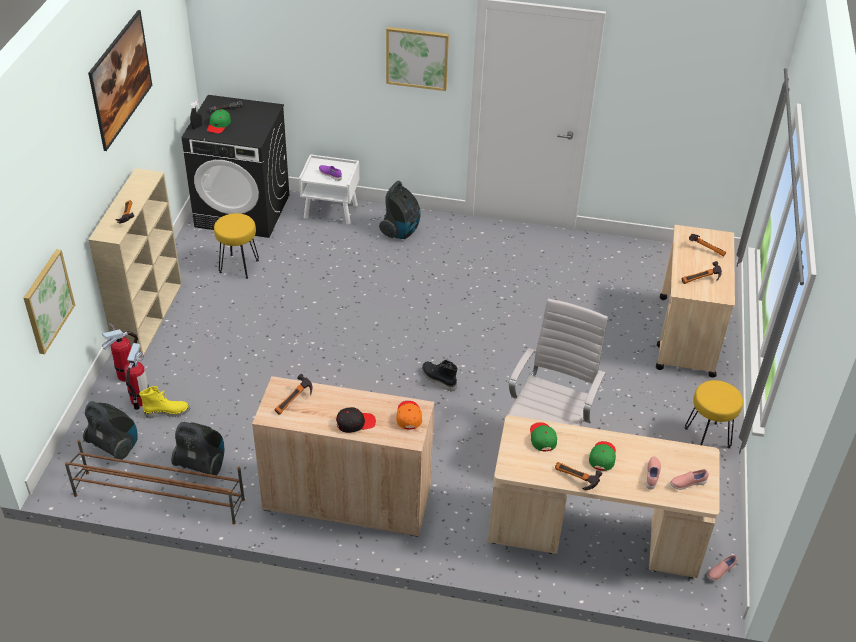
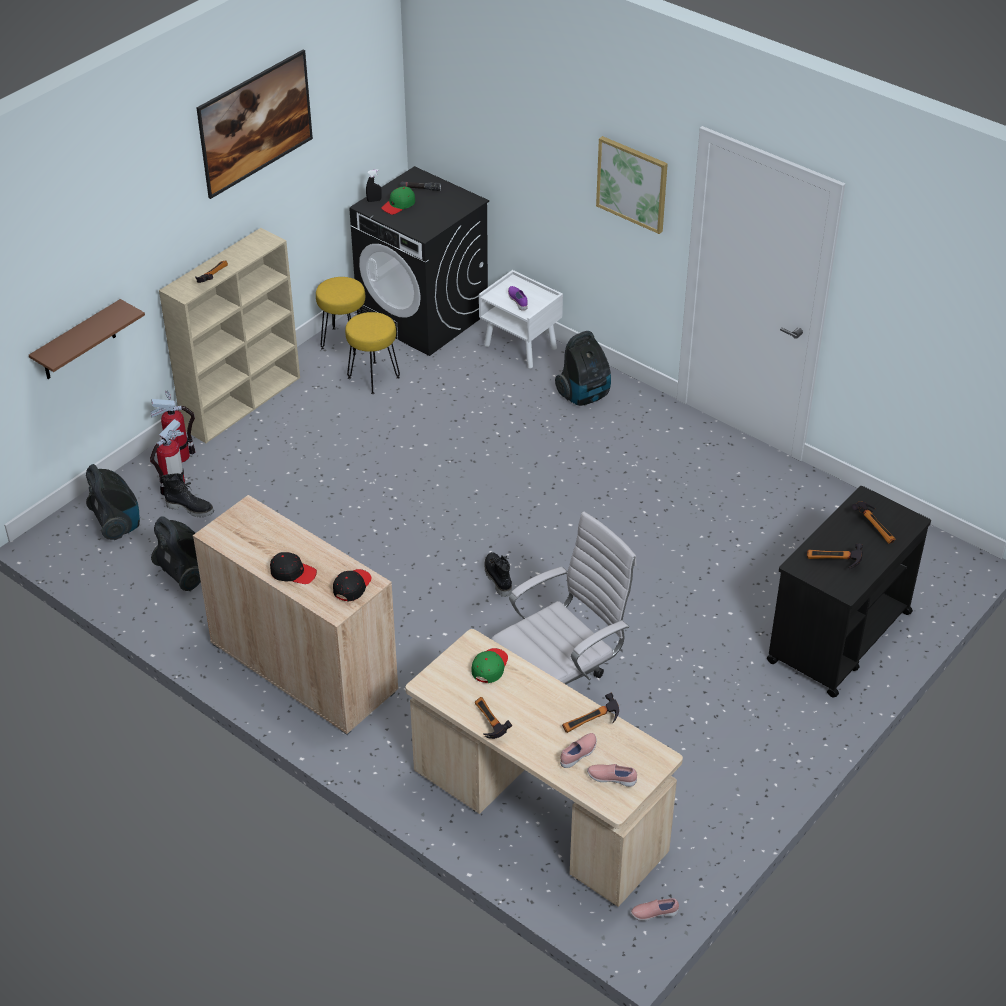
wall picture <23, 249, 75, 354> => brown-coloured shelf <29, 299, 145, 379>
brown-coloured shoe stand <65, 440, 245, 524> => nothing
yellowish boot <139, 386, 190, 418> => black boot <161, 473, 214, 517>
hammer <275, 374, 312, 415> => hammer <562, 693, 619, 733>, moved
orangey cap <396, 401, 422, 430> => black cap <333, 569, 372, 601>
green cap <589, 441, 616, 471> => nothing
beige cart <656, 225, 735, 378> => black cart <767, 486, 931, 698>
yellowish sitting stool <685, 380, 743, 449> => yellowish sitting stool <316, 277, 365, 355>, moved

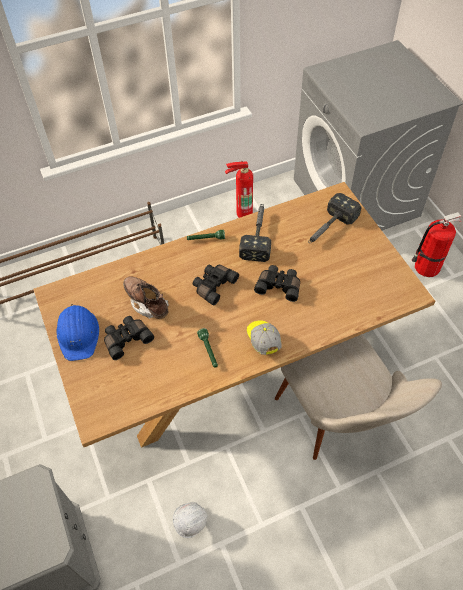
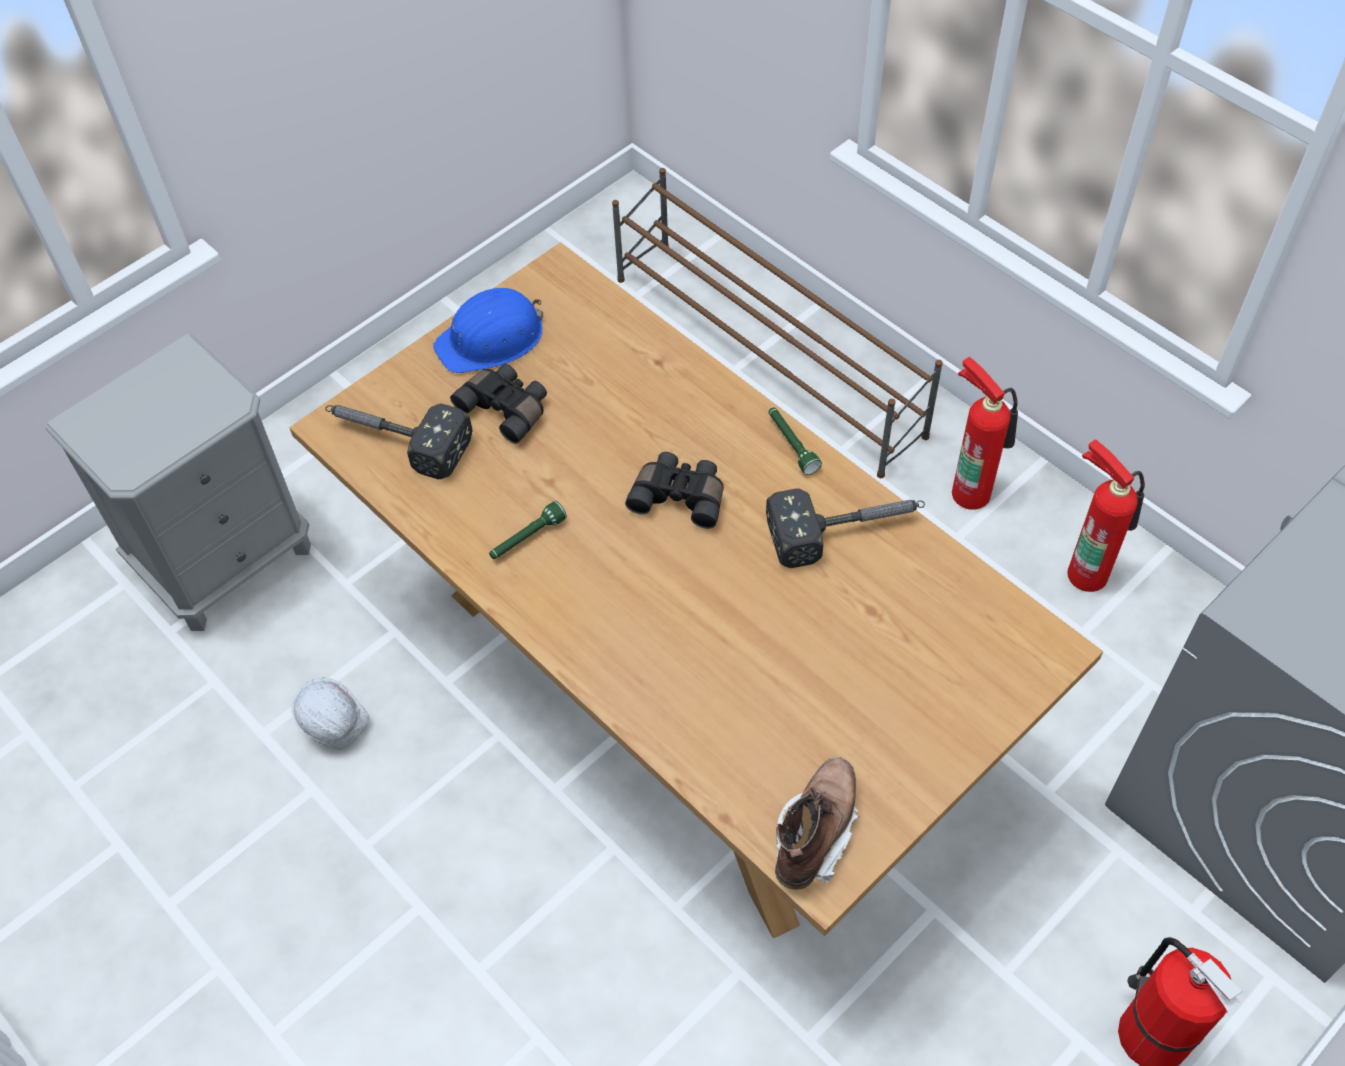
brown-coloured boot <123, 276, 169, 319> => brown-coloured boot <775, 757, 859, 890>, moved
cap <247, 320, 282, 355> => nothing
black field glasses <254, 265, 300, 302> => nothing
beige chair <275, 334, 442, 460> => nothing
hammer <308, 193, 361, 243> => hammer <325, 404, 473, 479>, moved
nothing => fire extinguisher <952, 357, 1018, 510>

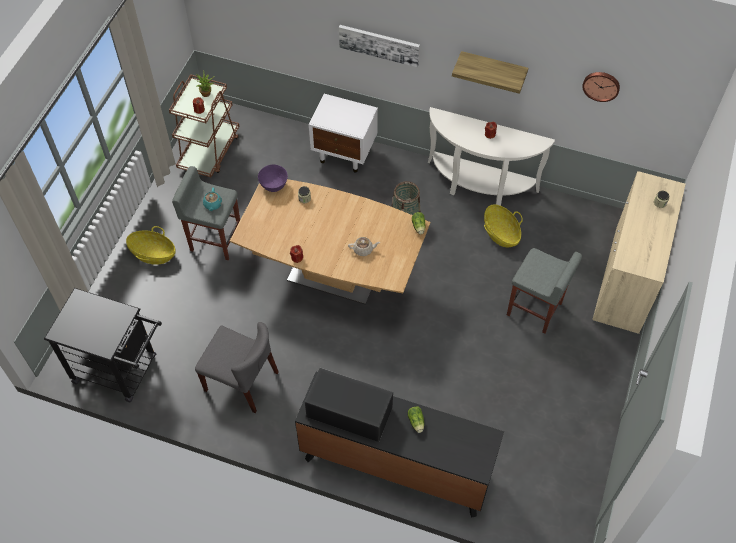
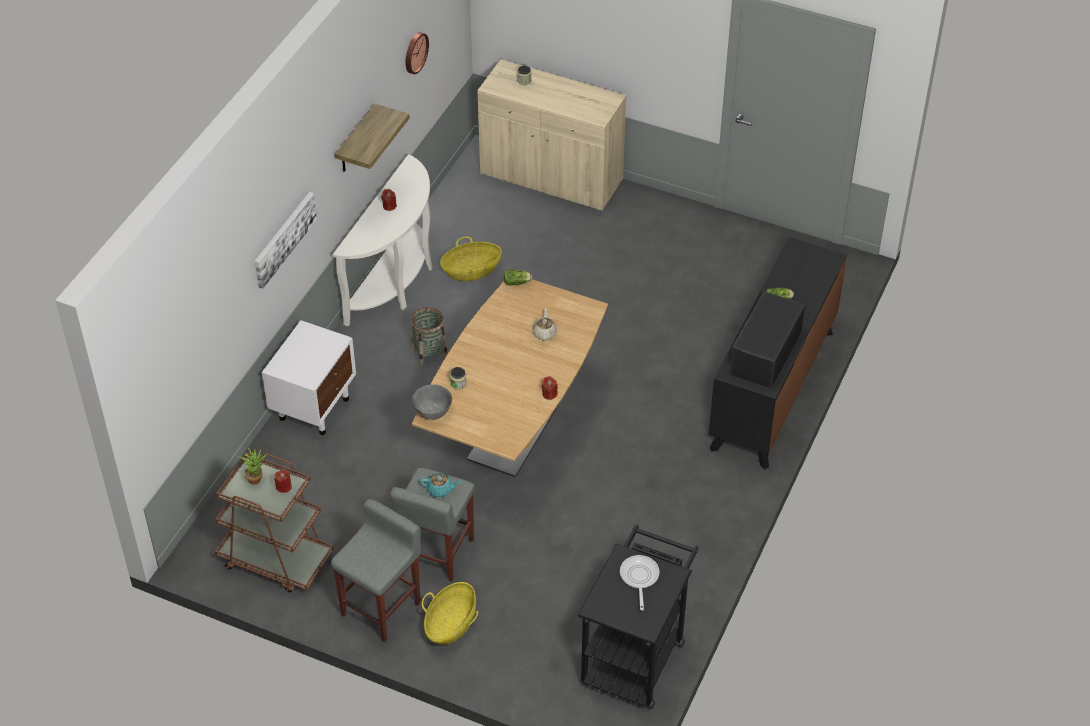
greyish chair <195, 322, 278, 413> => nothing
purplish serving bowl <258, 164, 288, 192> => greyish serving bowl <412, 384, 452, 420>
greyish sitting stool <507, 248, 582, 333> => greyish sitting stool <331, 499, 421, 642>, moved
nothing => skillet <620, 555, 660, 610>

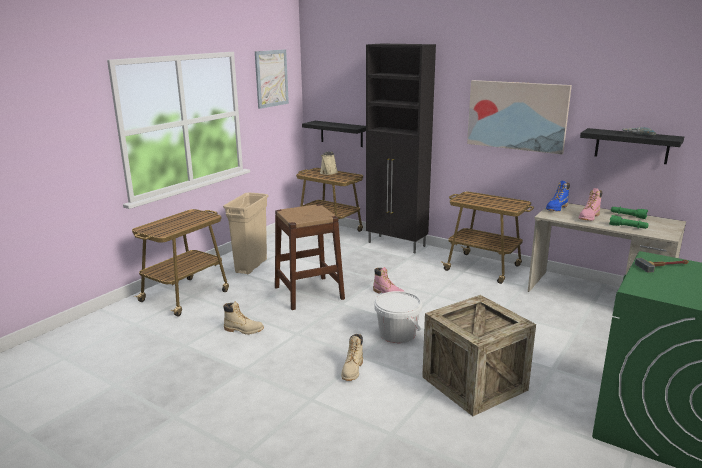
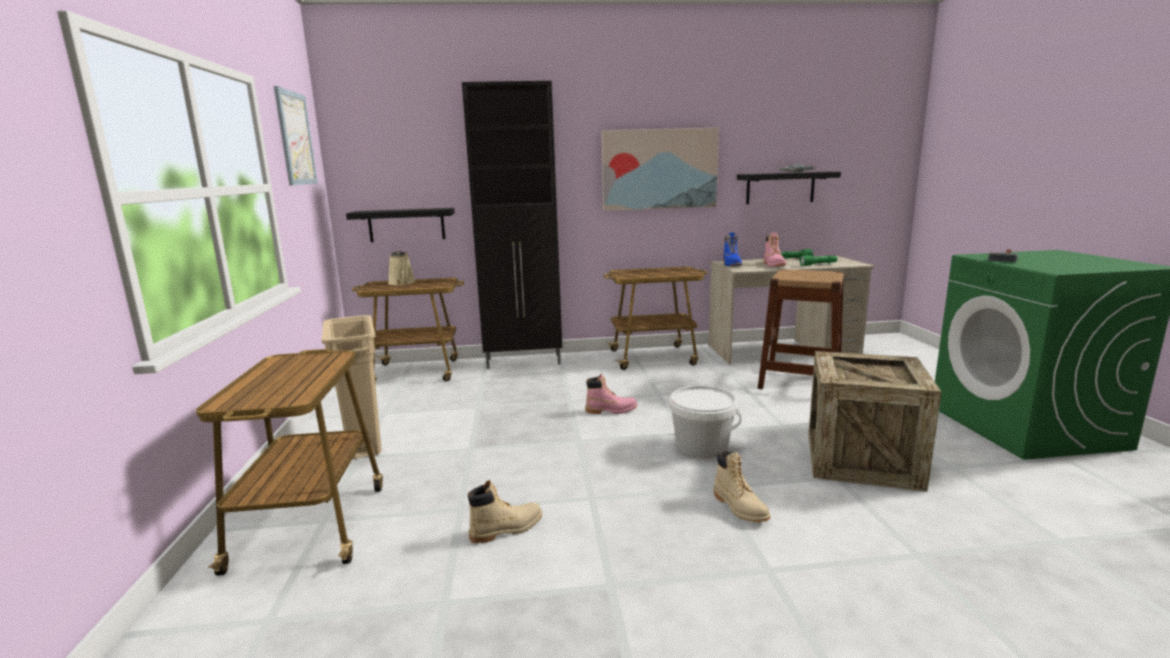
brown-coloured sitting stool <275, 204, 345, 310> => brown-coloured sitting stool <758, 269, 844, 389>, moved

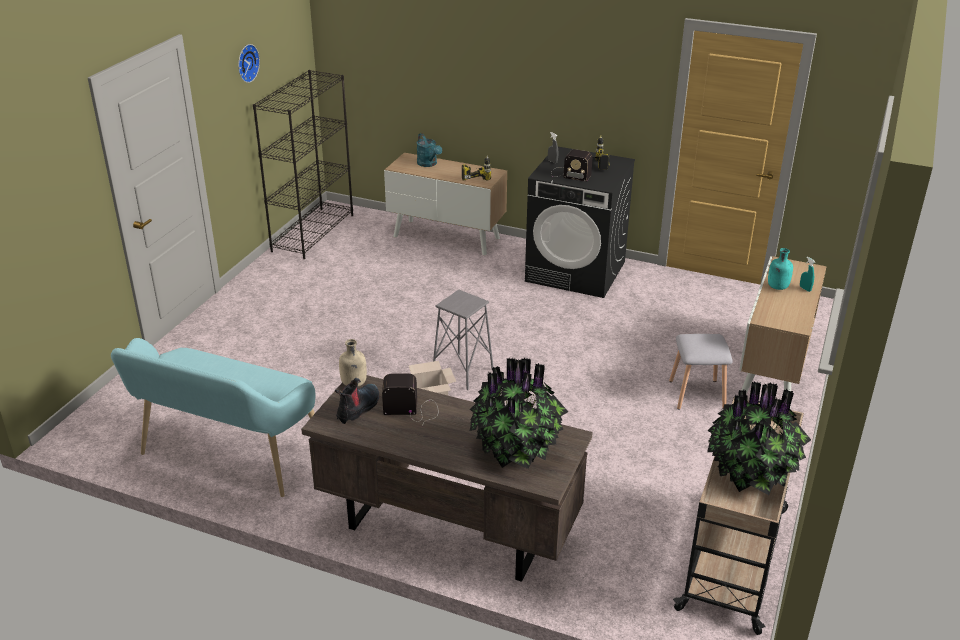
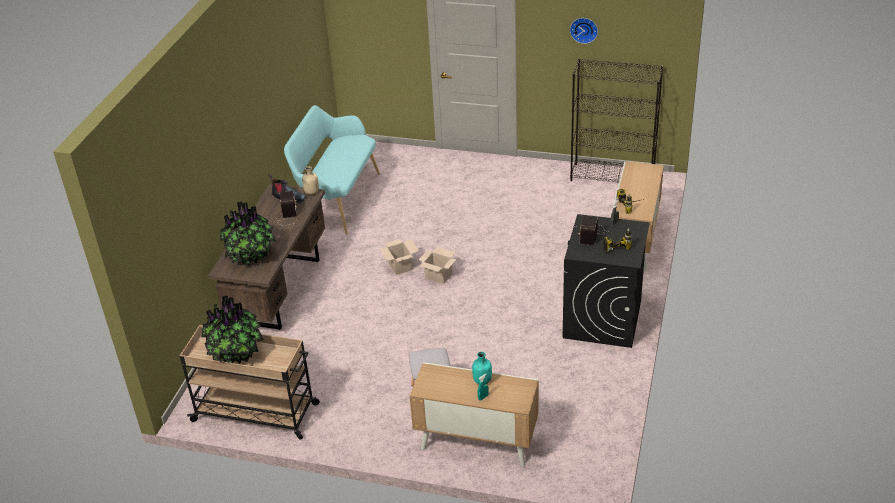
turquoise watering pot <416, 133, 442, 167> => nothing
greyish sitting stool <433, 290, 494, 390> => packing box <419, 247, 456, 284>

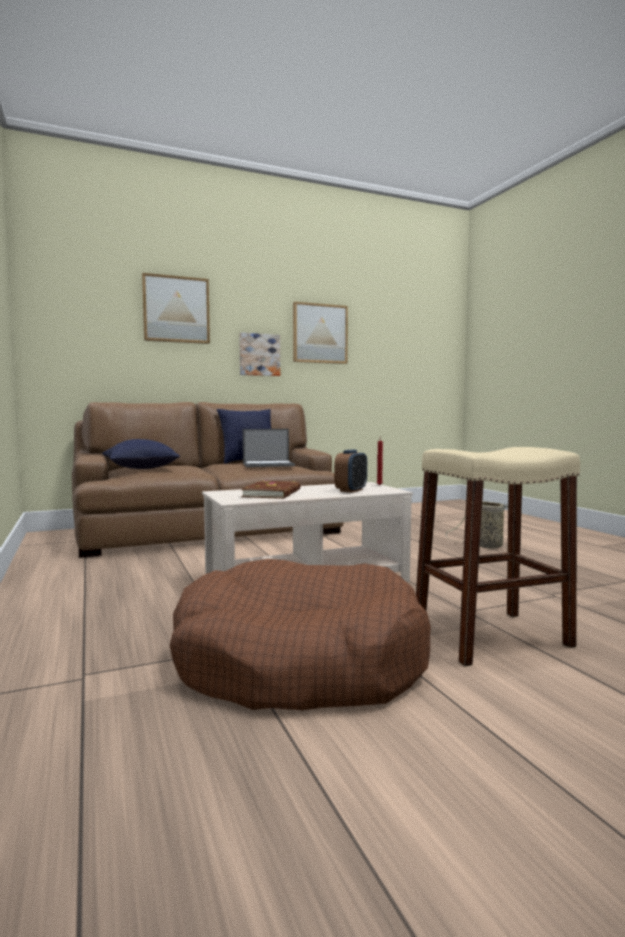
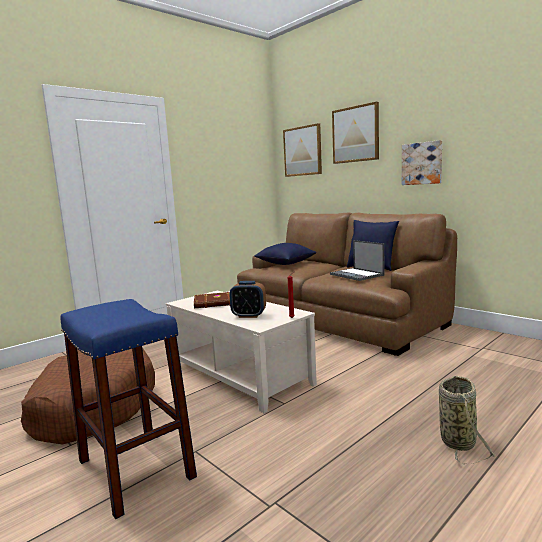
wall picture <293, 302, 348, 364> => wall picture <283, 123, 322, 177>, moved
beige sitting stool <416, 447, 580, 667> => blue sitting stool <61, 299, 197, 519>

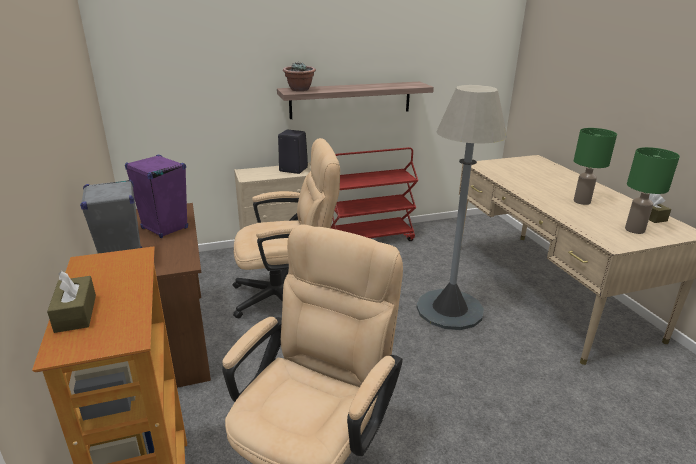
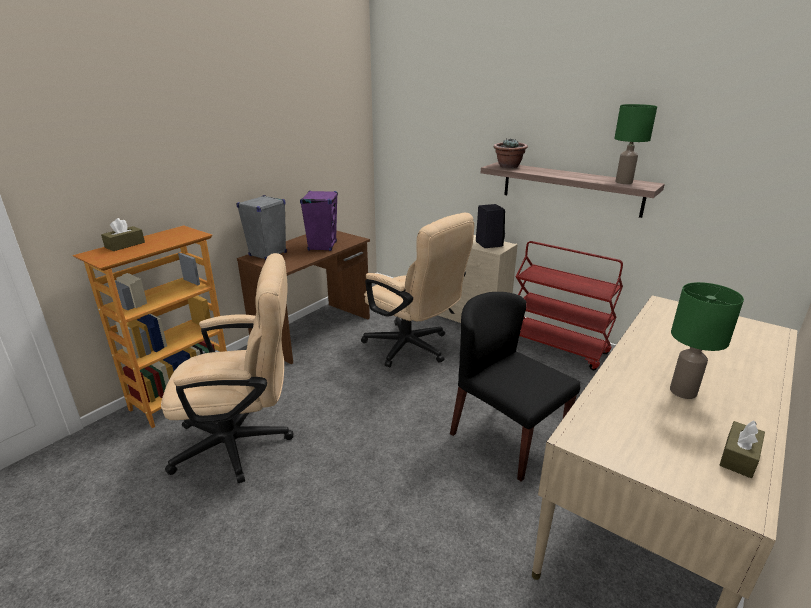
greyish standing lamp <416, 85, 507, 330> => black chair <450, 292, 581, 481>
green tabletop lamp <625, 147, 680, 234> => green tabletop lamp <614, 104, 657, 184>, moved

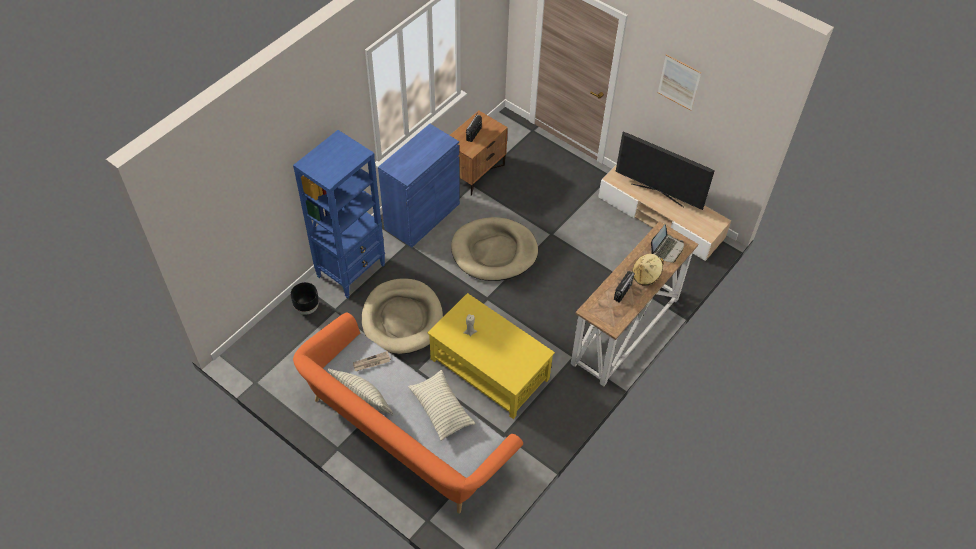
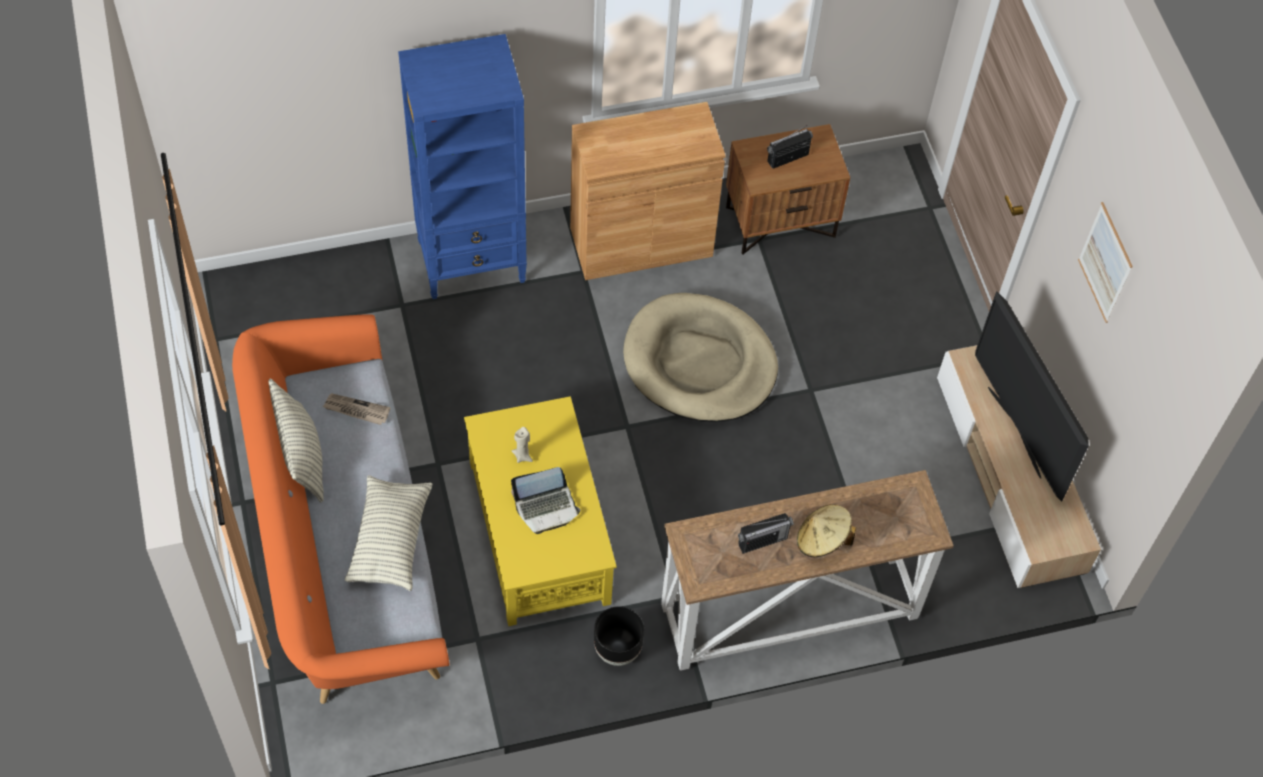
black flower pot <291, 282, 319, 315> => black flower pot <594, 606, 644, 666>, moved
beige dog bed <362, 279, 443, 354> => nothing
blue cupboard <378, 124, 460, 248> => brown-coloured cupboard <570, 102, 726, 280>
portable computer <651, 225, 684, 263> => portable computer <511, 467, 580, 534>, moved

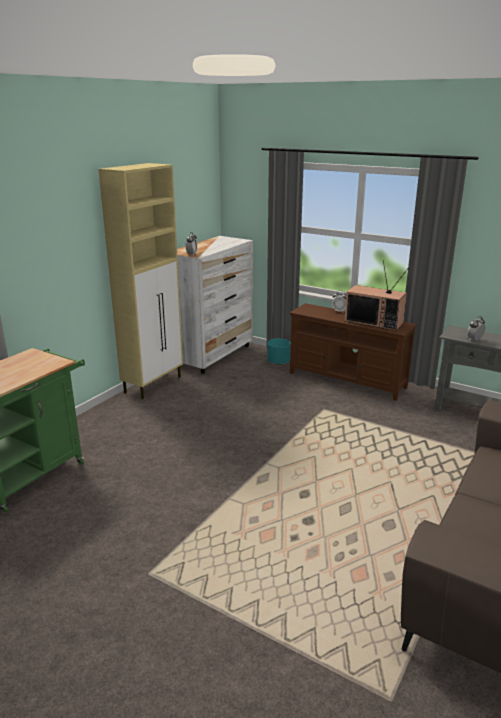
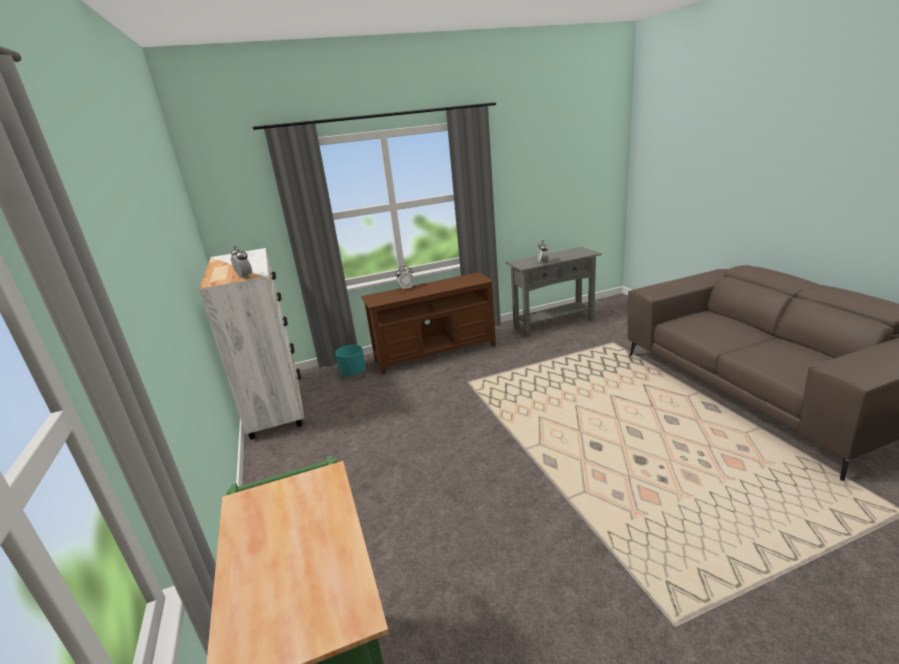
beige cupboard <98, 163, 183, 399> => nothing
TV <345, 260, 409, 331> => nothing

